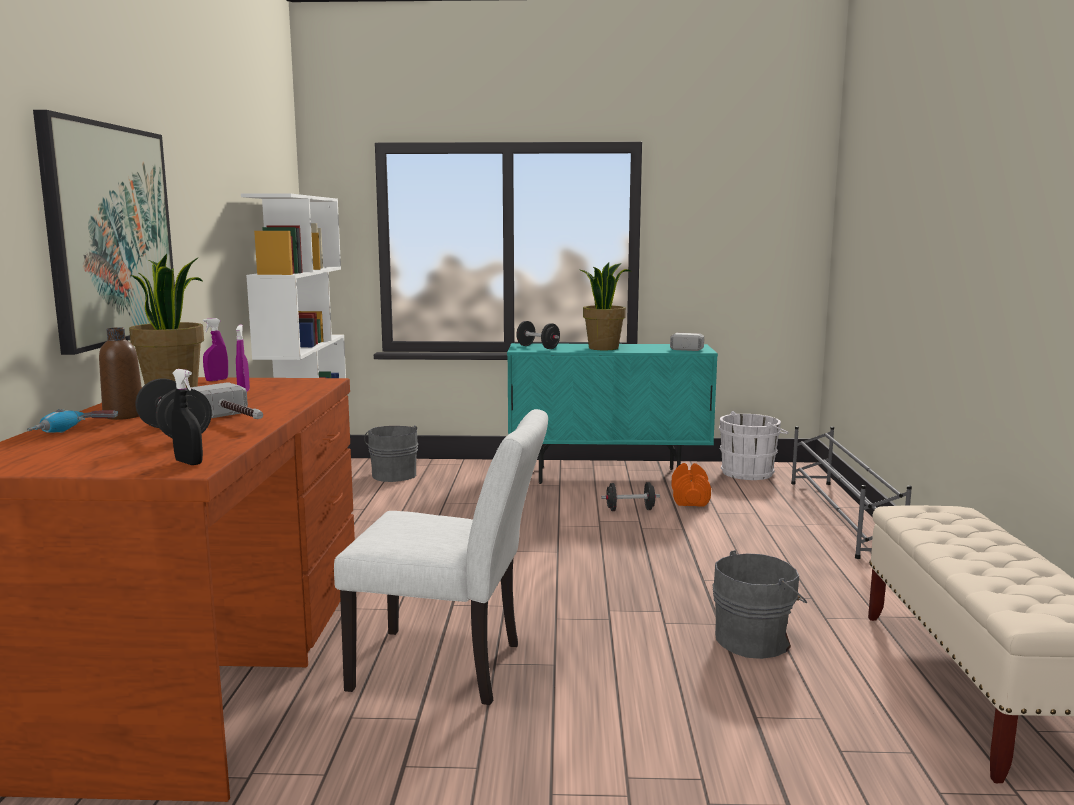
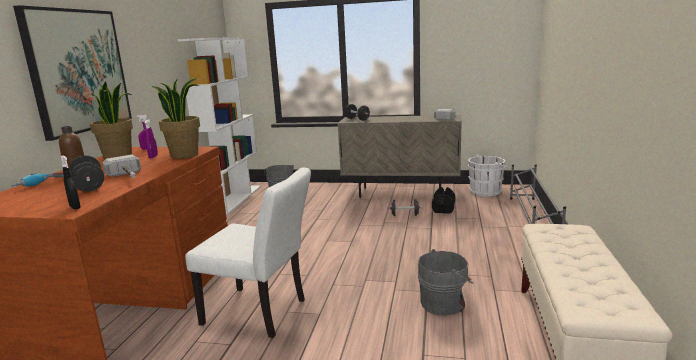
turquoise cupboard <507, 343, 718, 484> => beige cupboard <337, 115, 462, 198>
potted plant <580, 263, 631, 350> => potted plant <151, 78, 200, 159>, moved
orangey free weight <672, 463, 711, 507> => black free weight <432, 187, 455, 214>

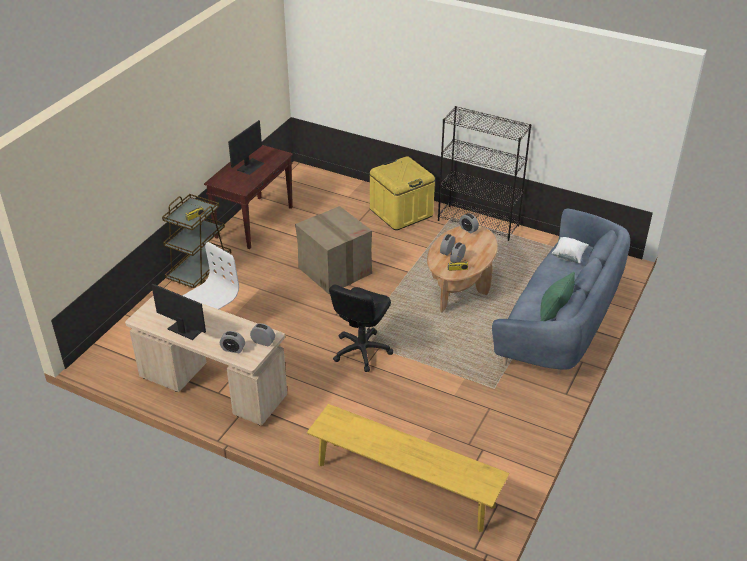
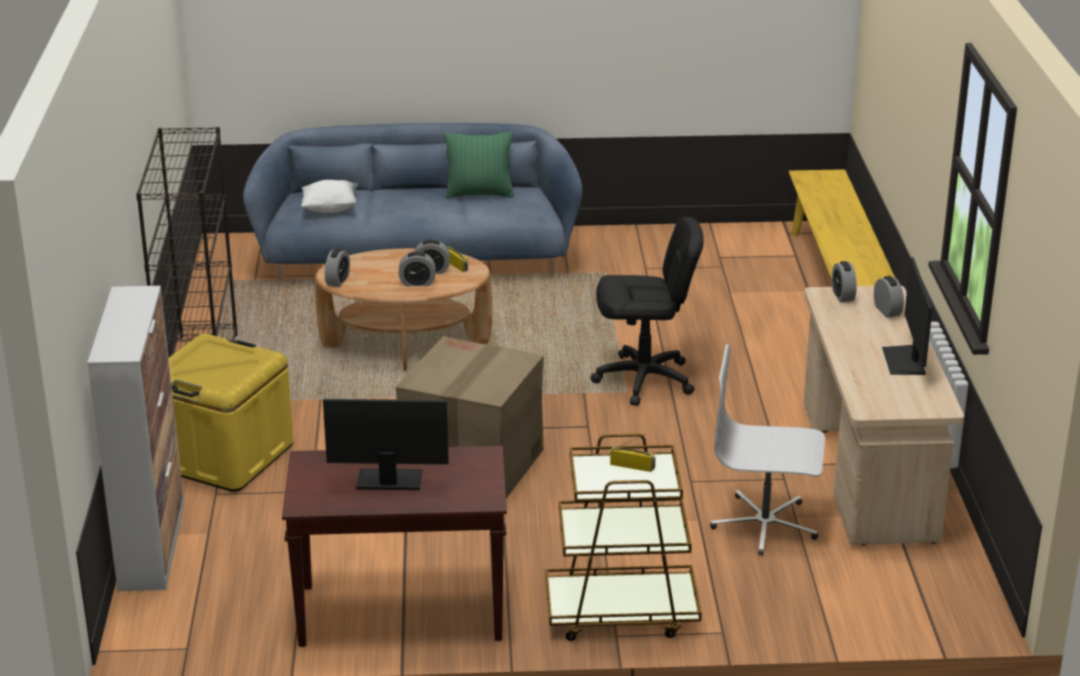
nothing => cupboard <87, 286, 184, 591>

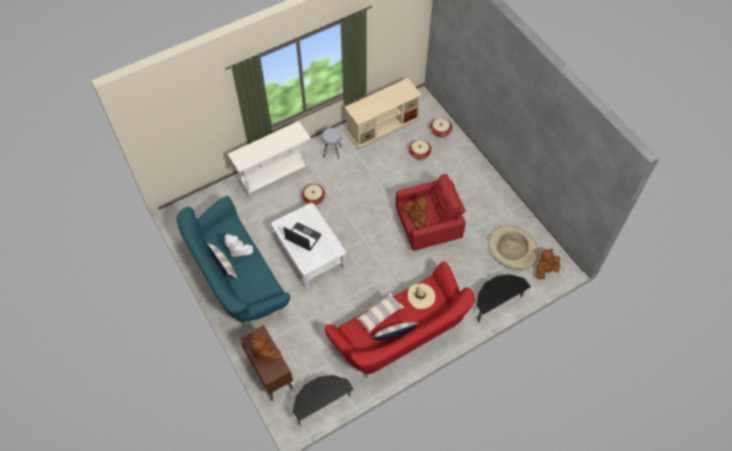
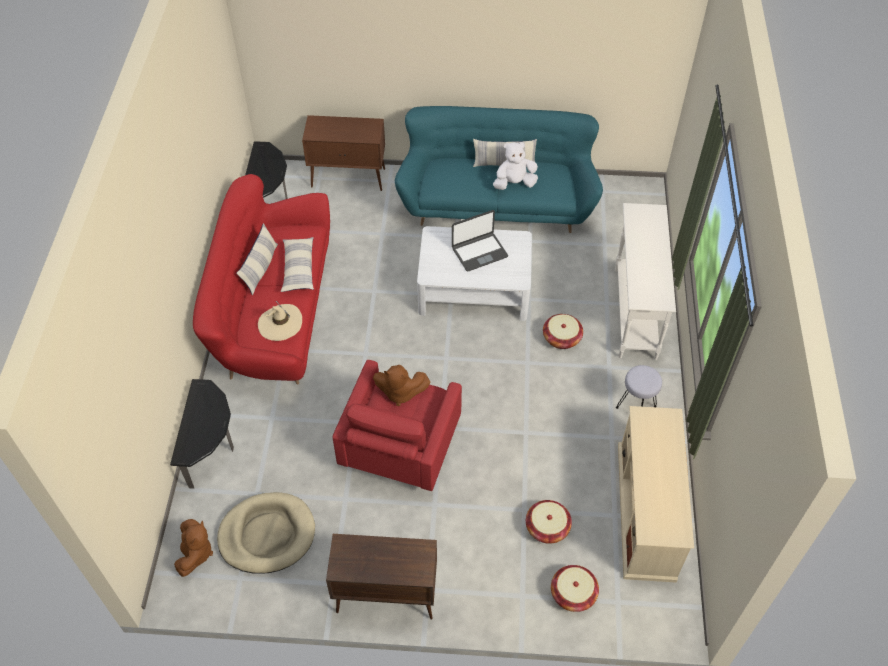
brown-coloured plush toy <251, 334, 281, 361> => nothing
nothing => brown-coloured cupboard <326, 534, 437, 620>

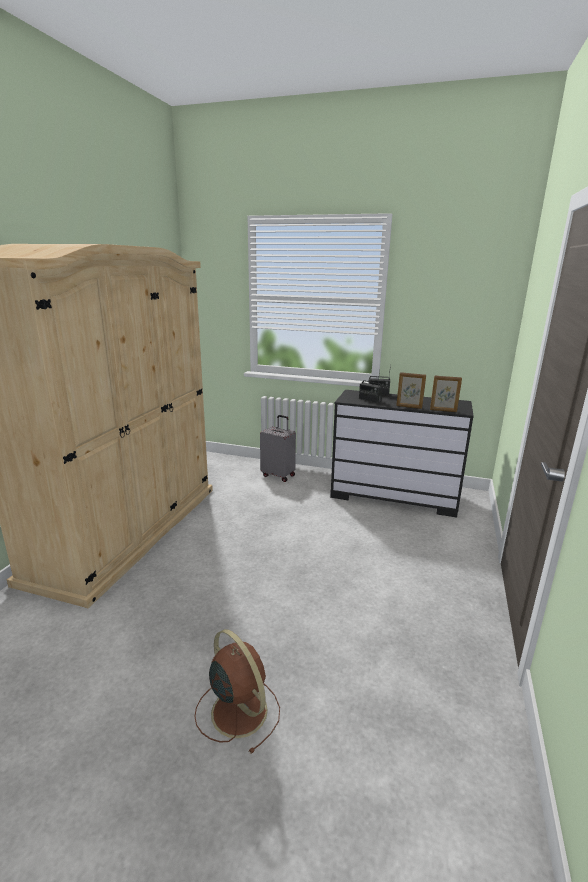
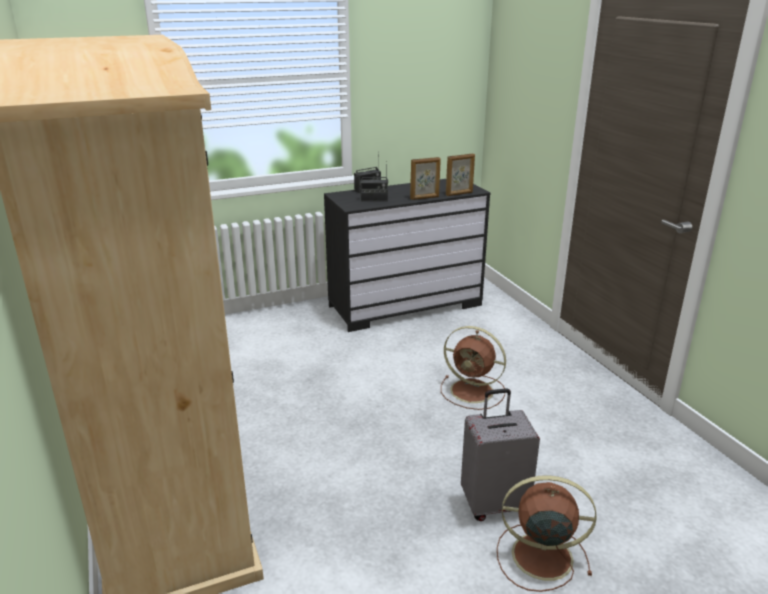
greyish piece of luggage <260, 415, 296, 482> => greyish piece of luggage <461, 388, 540, 521>, moved
nothing => brown-coloured fan <441, 326, 506, 410>

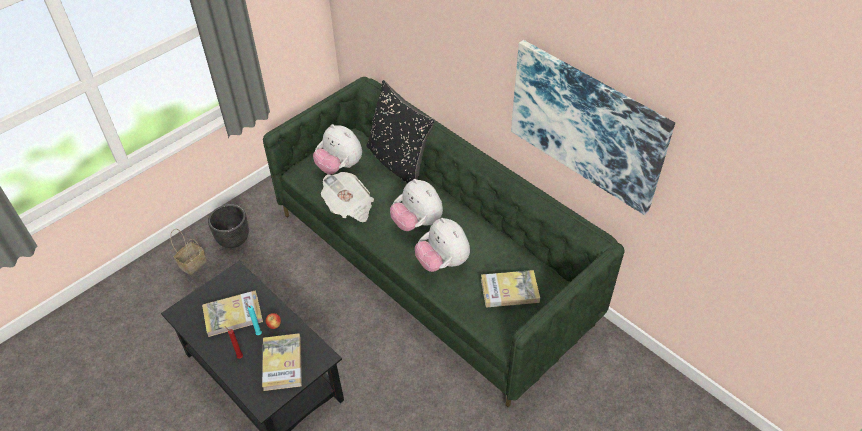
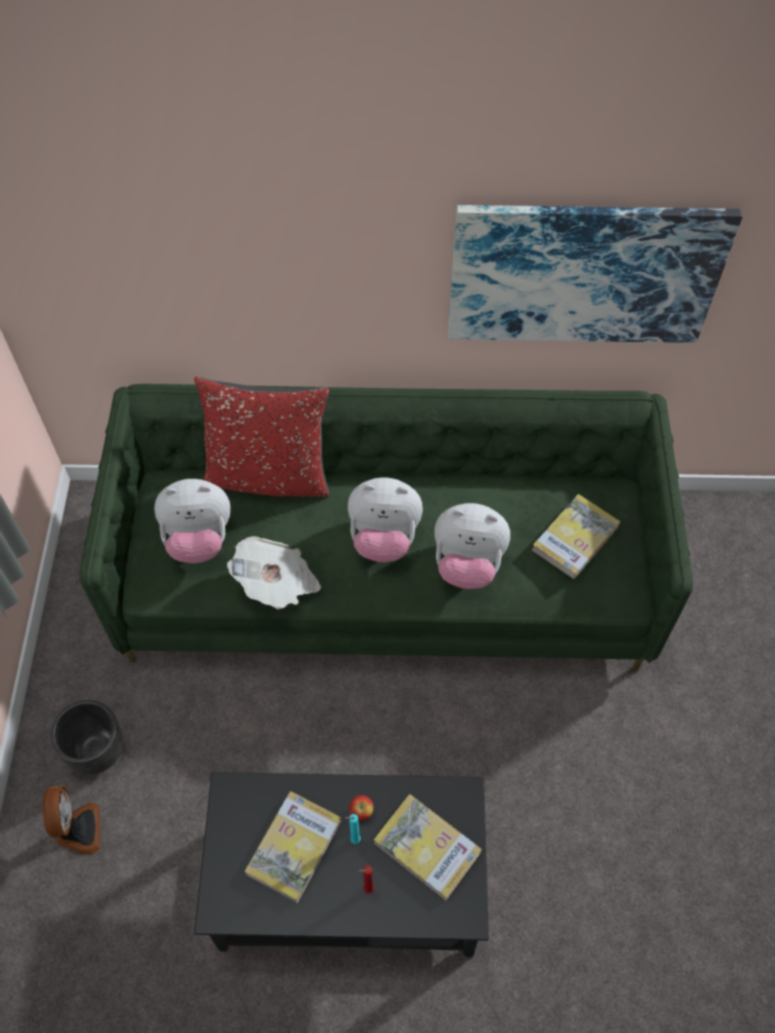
storage basket <170, 229, 207, 275> => fan <43, 785, 100, 855>
black pillow <367, 80, 435, 183> => red pillow <194, 377, 329, 497>

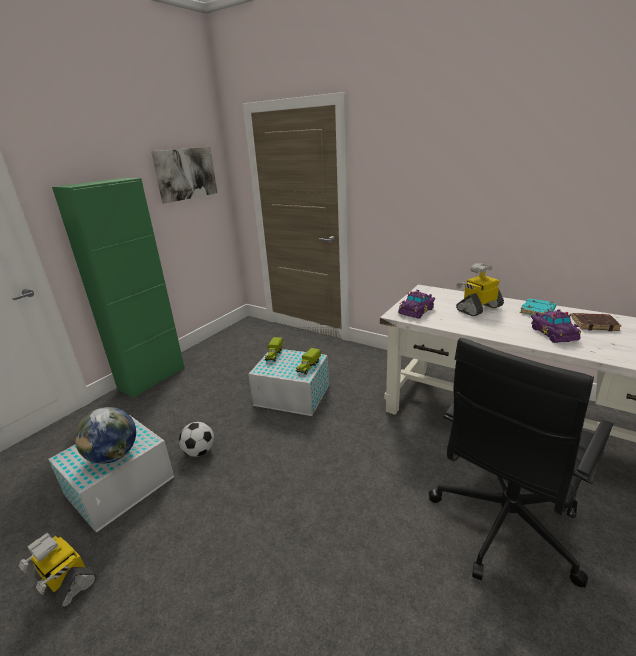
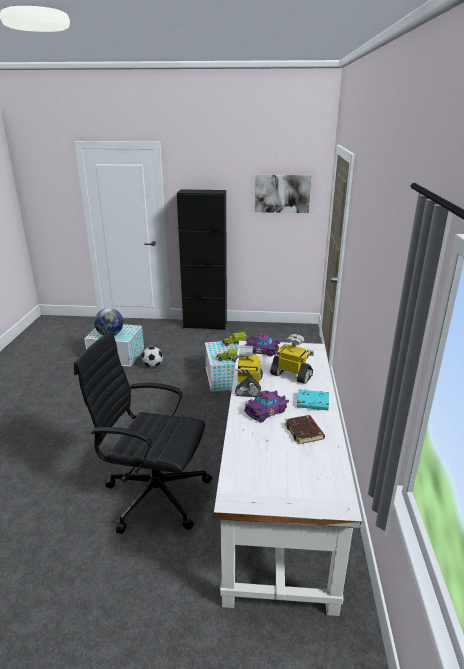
model robot <19, 533, 97, 609> => model robot <231, 345, 263, 397>, moved
green cupboard <52, 178, 185, 398> => black cupboard <177, 189, 227, 330>

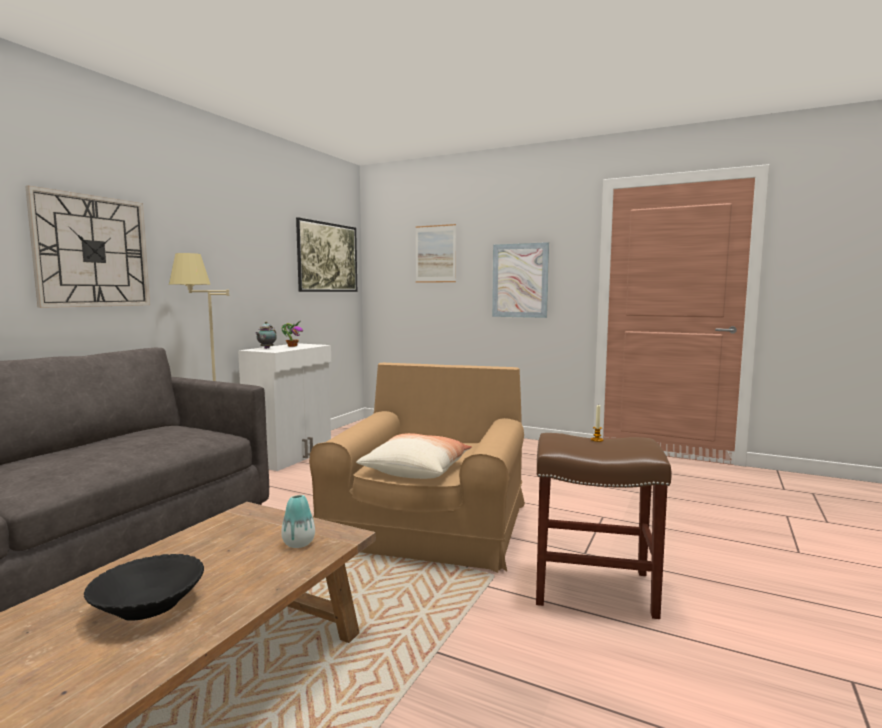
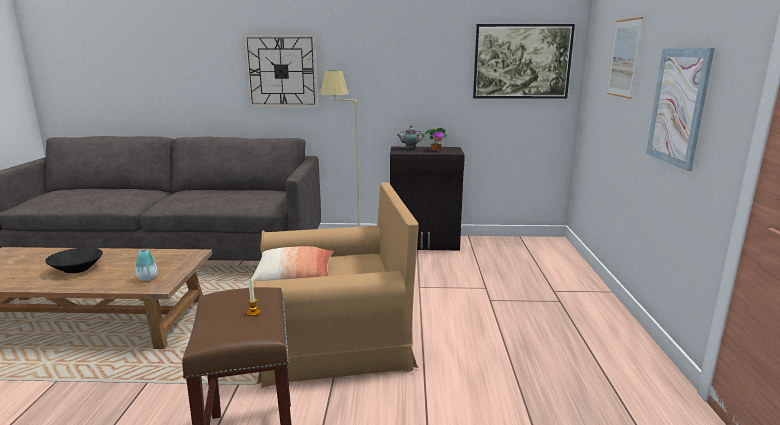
whitish cupboard <238, 343, 331, 471> => black cupboard <390, 147, 465, 250>

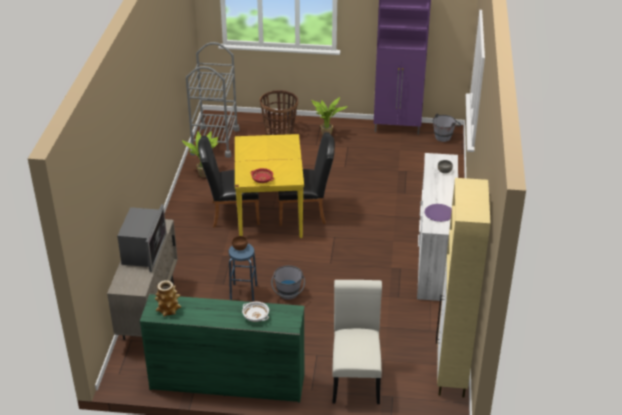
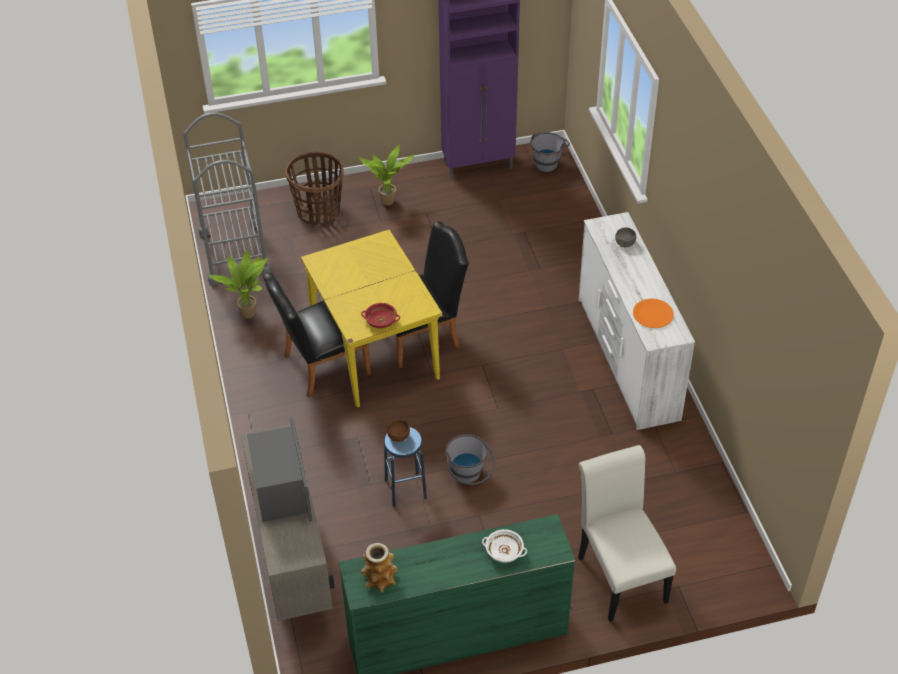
purplish flat dish <424, 204, 452, 222> => orangey flat dish <633, 299, 674, 328>
beige cupboard <436, 178, 491, 398> => nothing

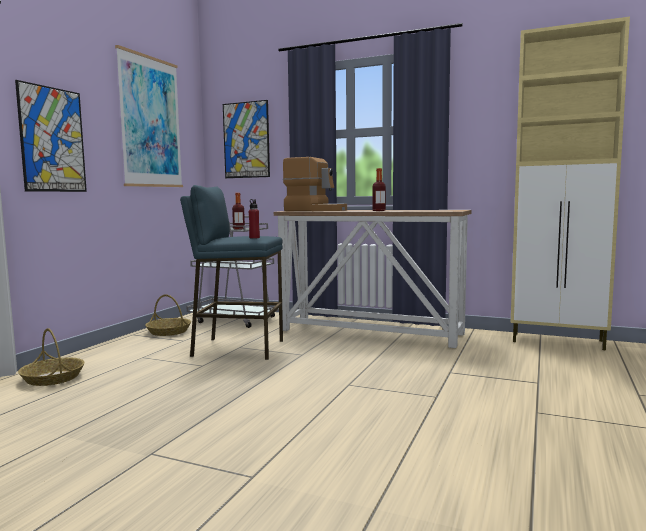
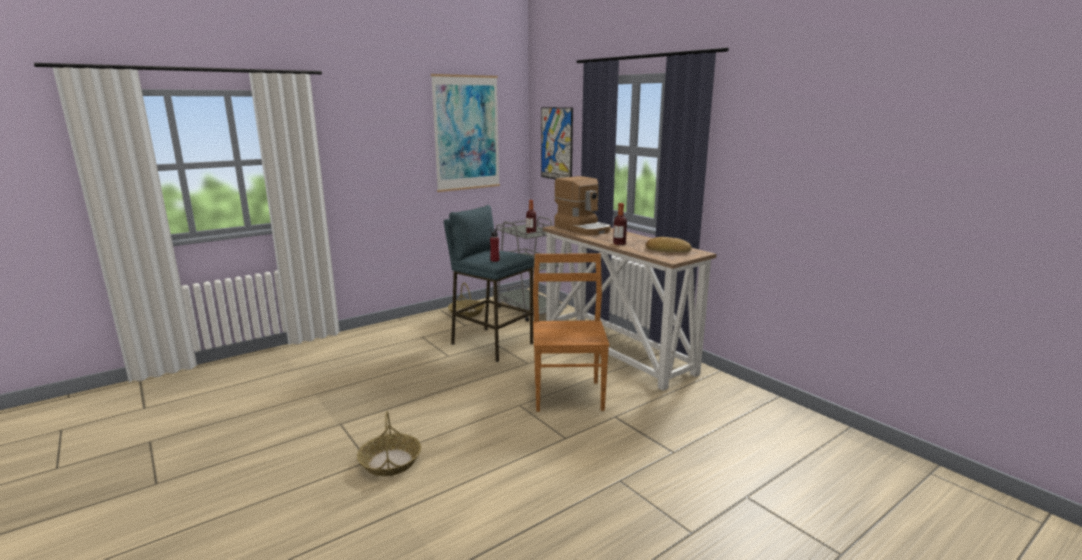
wall picture <15, 80, 87, 192> => nothing
storage basket <18, 328, 85, 386> => storage basket <357, 411, 421, 476>, moved
beige cupboard <511, 17, 630, 351> => nothing
nothing => brown-coloured chair <533, 253, 610, 412>
nothing => bread <645, 237, 692, 252>

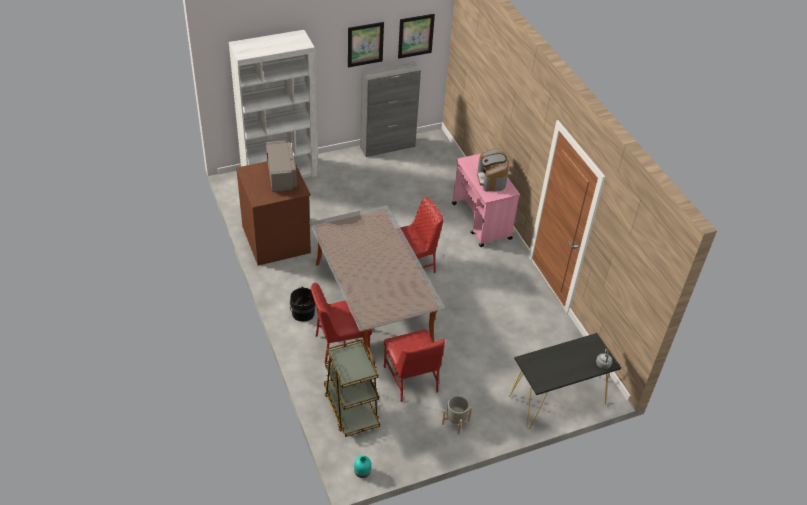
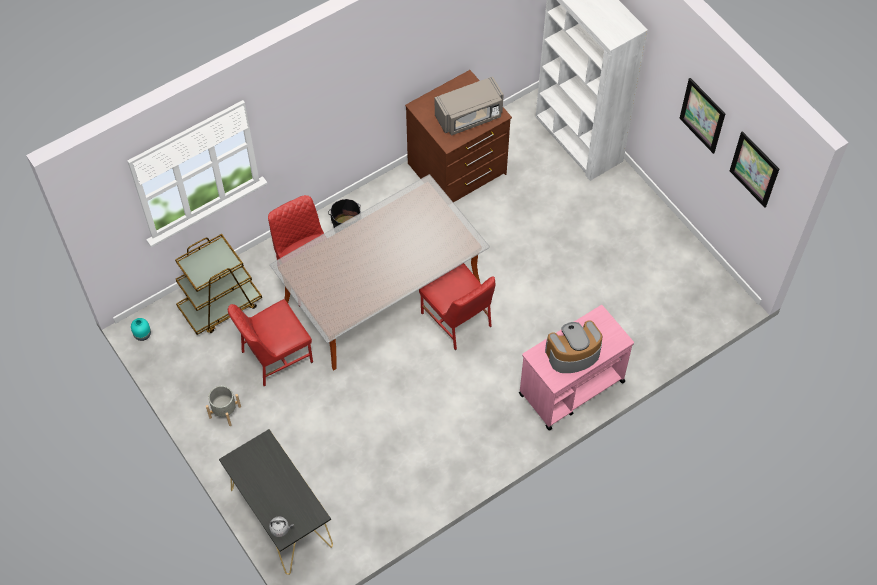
greyish cupboard <360, 61, 421, 157> => nothing

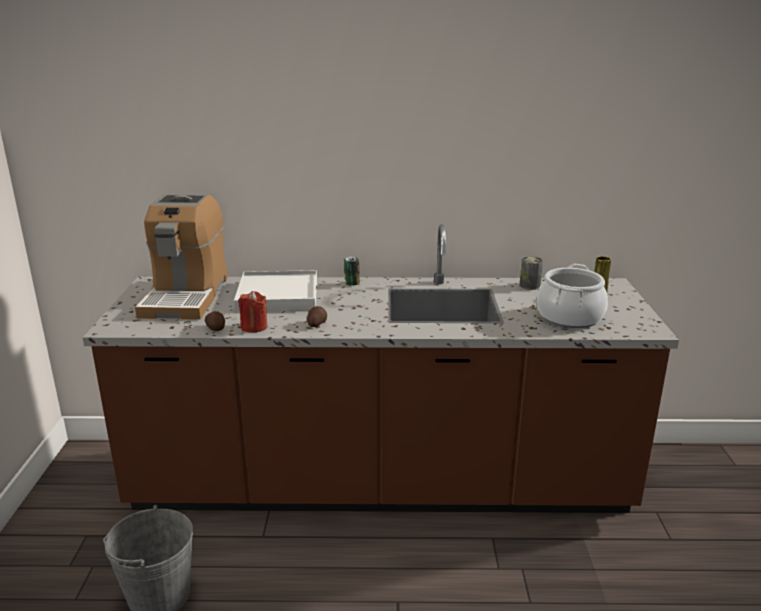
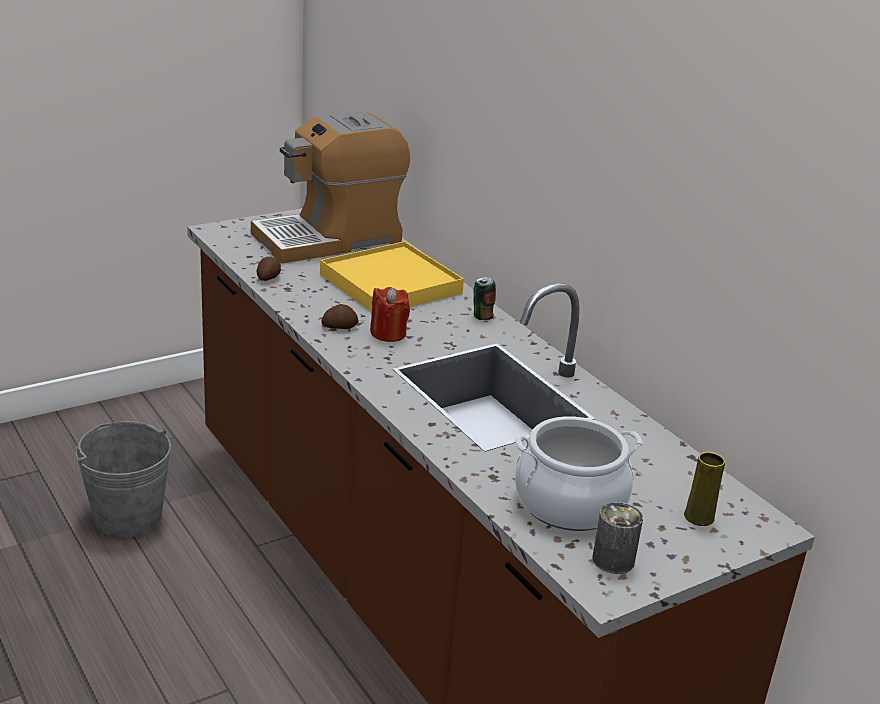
whitish tray <234, 270, 317, 312> => yellowish tray <320, 241, 464, 312>
red wax light <238, 291, 267, 333> => red wax light <370, 287, 410, 342>, moved
metal can <519, 256, 543, 290> => metal can <592, 502, 643, 574>, moved

